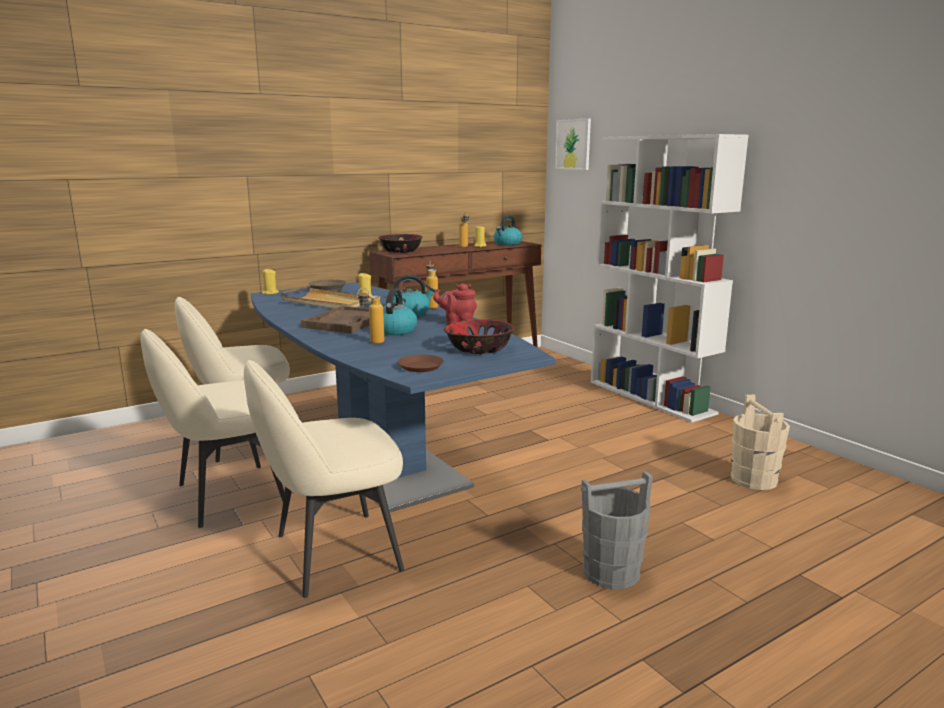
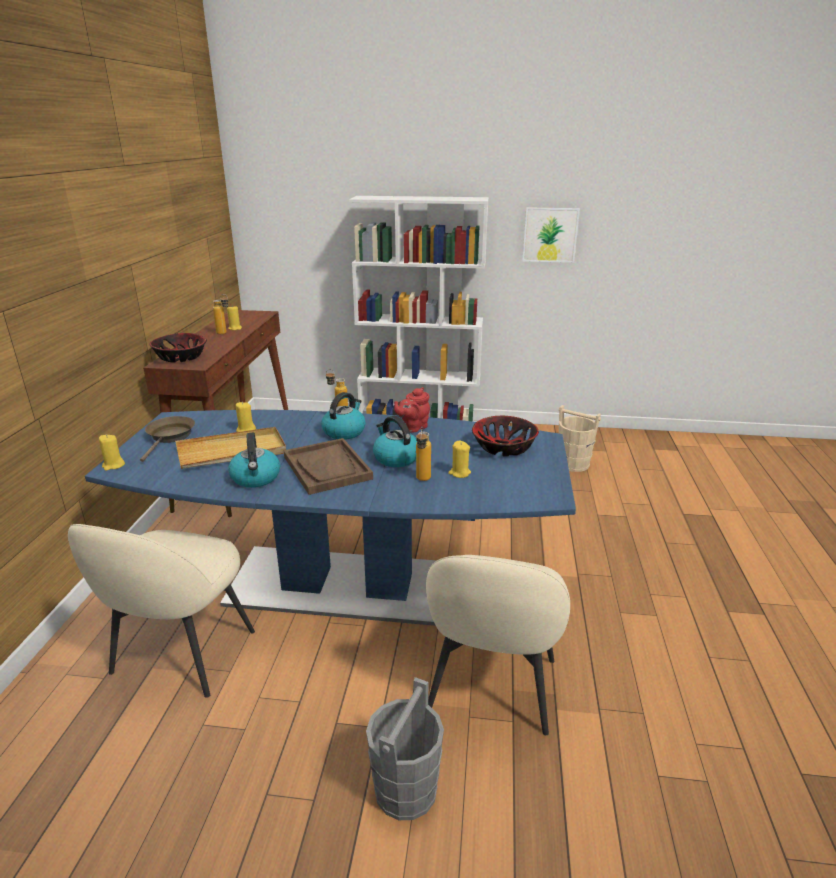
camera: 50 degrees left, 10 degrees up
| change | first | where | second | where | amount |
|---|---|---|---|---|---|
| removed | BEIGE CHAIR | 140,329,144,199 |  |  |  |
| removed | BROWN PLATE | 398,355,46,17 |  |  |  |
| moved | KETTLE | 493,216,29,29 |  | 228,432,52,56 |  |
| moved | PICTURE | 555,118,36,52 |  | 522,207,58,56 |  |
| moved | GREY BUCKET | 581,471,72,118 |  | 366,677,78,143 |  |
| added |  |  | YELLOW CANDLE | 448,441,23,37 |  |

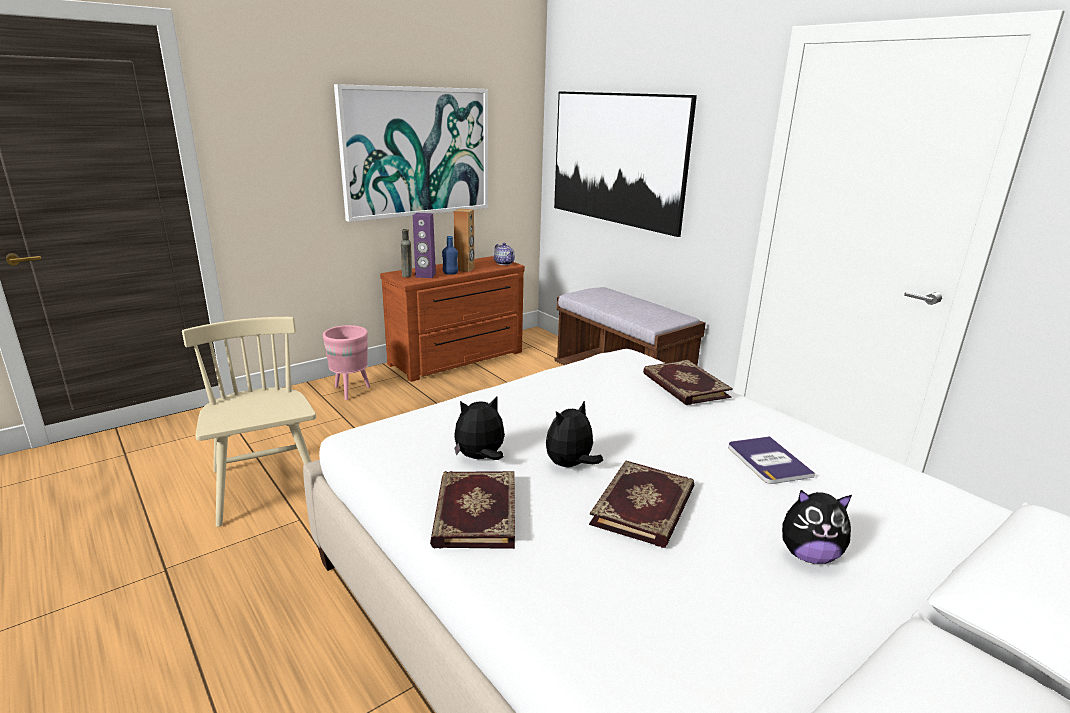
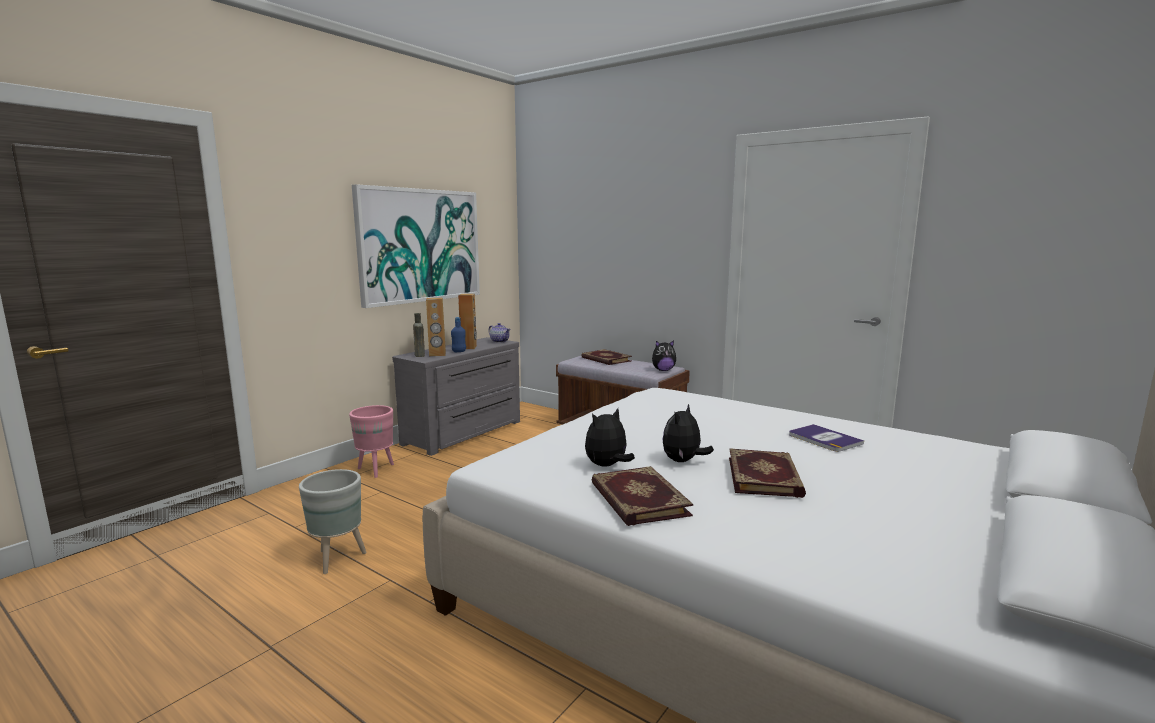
camera: 15 degrees left, 10 degrees down
| change | first | where | second | where | amount |
|---|---|---|---|---|---|
| replaced | BEIGE CHAIR | 182,317,134,210 | GREY PLANTER | 299,469,68,105 |  |
| recoloured | BROWN DRESSER | 380,256,145,126 | GREY DRESSER | 392,337,128,119 |  |
| recoloured | PURPLE SPEAKER | 413,213,23,65 | BROWN SPEAKER | 426,297,20,60 |  |
| removed | PICTURE | 554,91,143,146 |  |  |  |
| moved | BOOK | 643,360,90,45 |  | 581,349,51,16 |  |
| moved | PLUSH TOY | 782,490,70,74 |  | 652,340,24,31 |  |

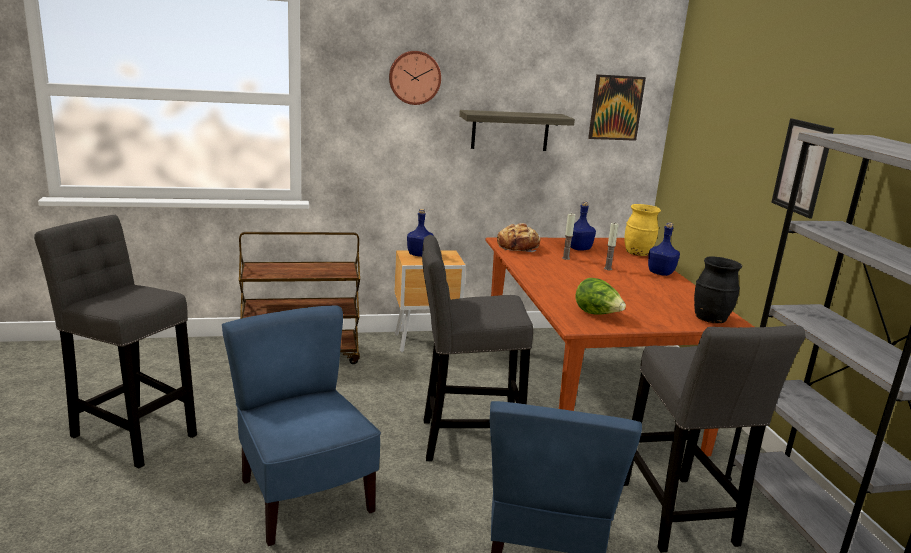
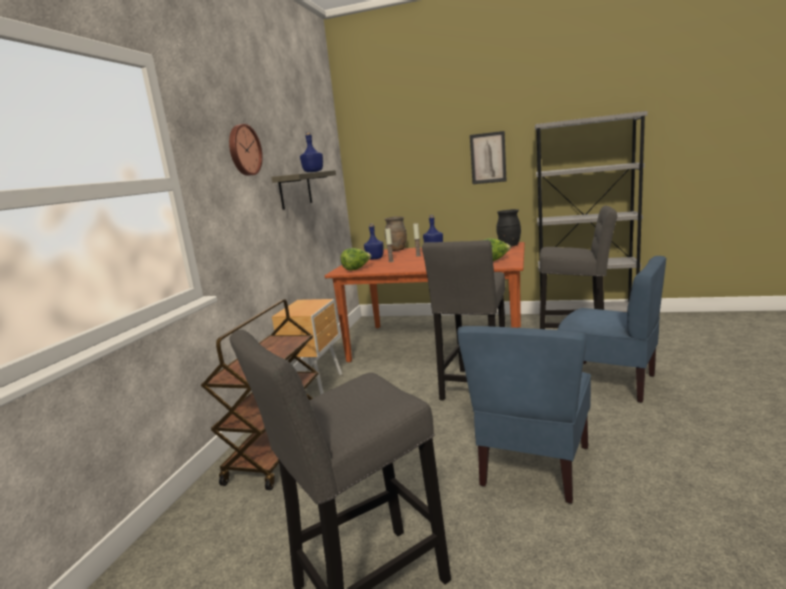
camera: 60 degrees left, 5 degrees down
| change | first | where | second | where | amount |
|---|---|---|---|---|---|
| turned | BLUE CHAIR | 222,305,159,241 |  | 457,326,134,178 | 60 degrees counterclockwise |
| moved | BLUE BOTTLE | 407,209,27,48 |  | 300,132,23,40 |  |
| replaced | BREAD | 497,223,43,29 | LETTUCE | 340,248,31,22 |  |
| removed | PICTURE | 588,74,58,67 |  |  |  |
| recoloured | YELLOW VASE | 624,204,37,52 | BROWN VASE | 385,217,22,34 |  |

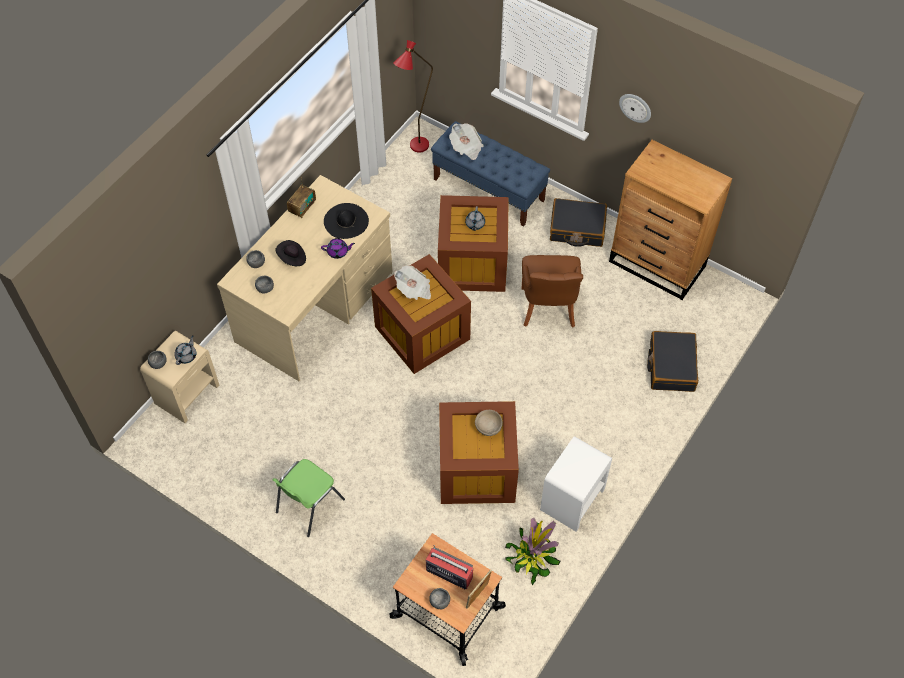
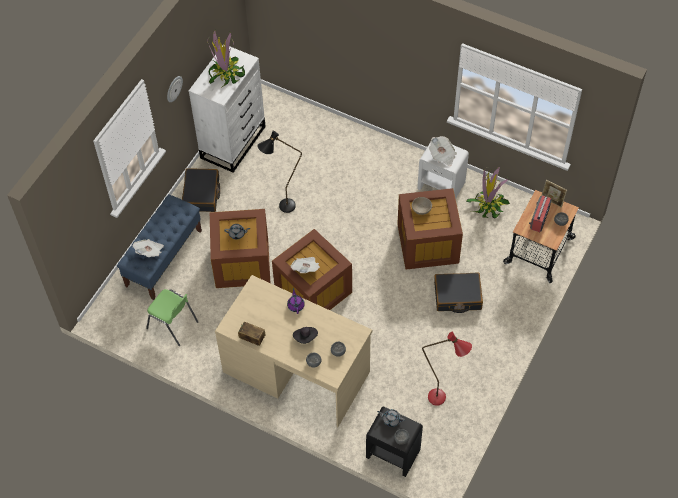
camera: 95 degrees left, 0 degrees up
| change | first | where | second | where | amount |
|---|---|---|---|---|---|
| recoloured | BEIGE NIGHTSTAND | 140,331,79,92 | BLACK NIGHTSTAND | 366,407,57,70 |  |
| moved | GREEN CHAIR | 272,459,73,78 |  | 146,289,52,57 |  |
| removed | BLACK HAT | 324,203,45,36 |  |  |  |
| moved | RED FLOOR LAMP | 393,40,40,113 |  | 422,332,50,74 |  |
| replaced | BROWN CHAIR | 522,255,61,72 | BLACK FLOOR LAMP | 257,130,45,83 |  |
| recoloured | BROWN DRESSER | 609,140,123,160 | WHITE DRESSER | 189,44,77,129 |  |
| moved | BLACK SUITCASE | 647,331,51,61 |  | 434,272,49,41 |  |
| added |  |  | POTTED PLANT | 207,30,38,58 |  |
| added |  |  | NEWSPAPER | 429,136,28,30 |  |

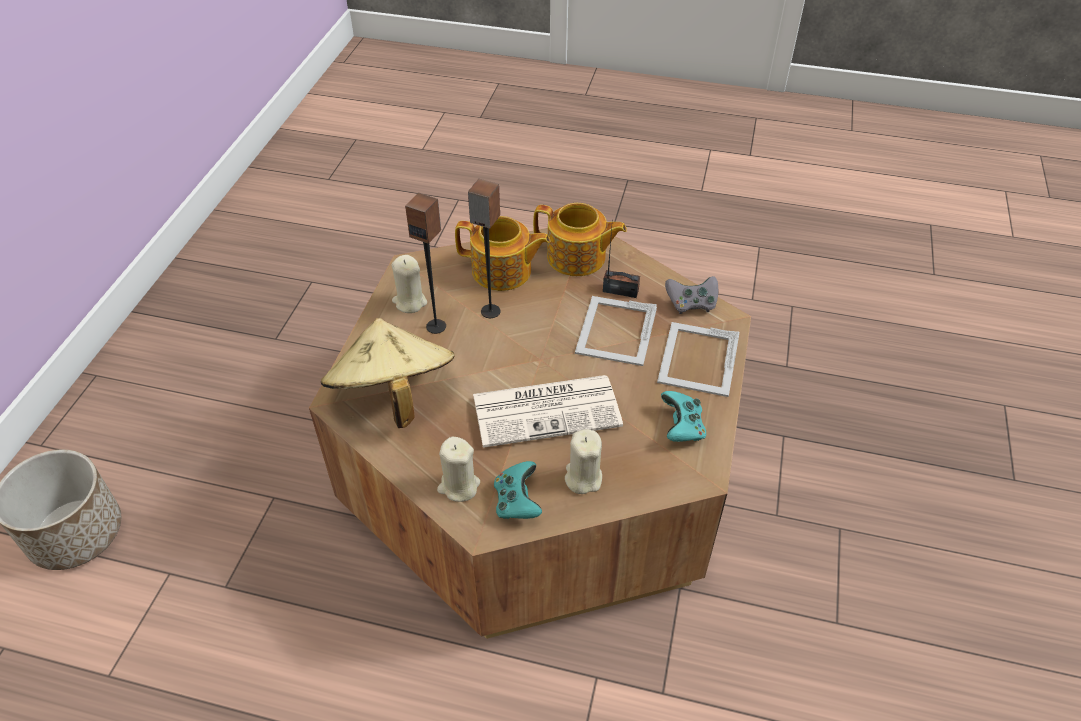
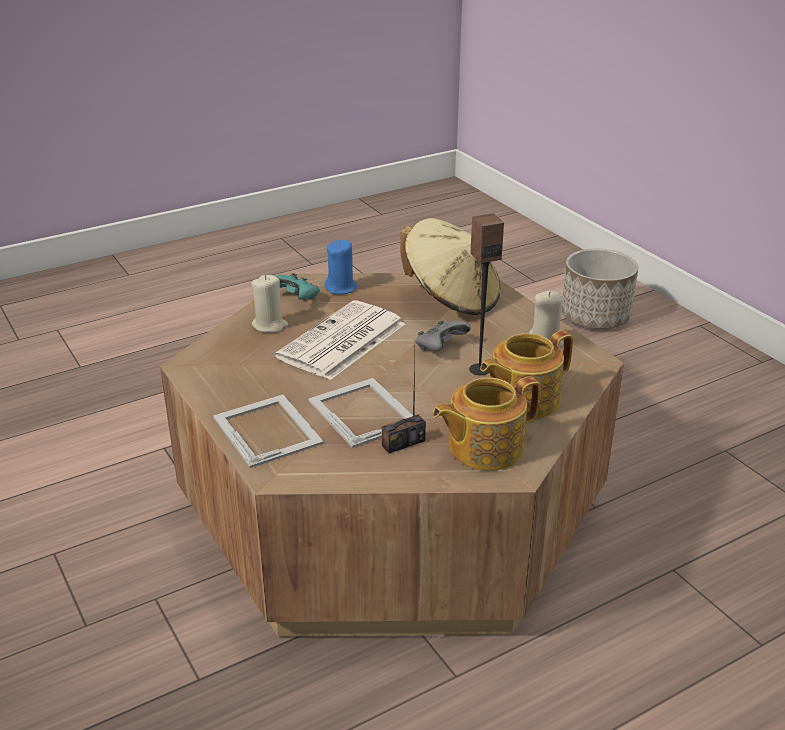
camera: 135 degrees right, 15 degrees down
| change | first | where | second | where | amount |
|---|---|---|---|---|---|
| removed | SPEAKER | 405,193,41,141 |  |  |  |
| recoloured | BEIGE CANDLE | 437,437,43,65 | BLUE CANDLE | 325,240,33,55 |  |
| removed | TURQUOISE GAME CONTROLLER | 661,391,45,51 |  |  |  |
| moved | GREY GAME CONTROLLER | 665,276,53,38 |  | 415,321,56,30 |  |

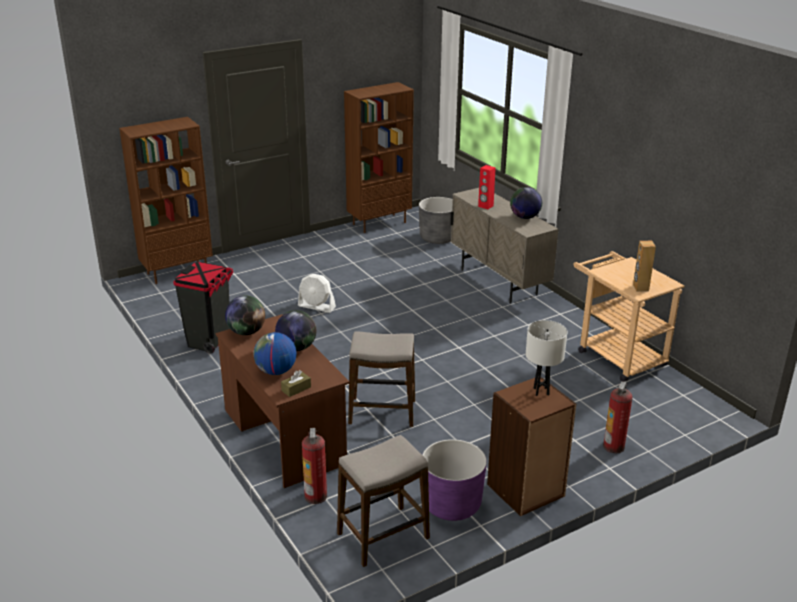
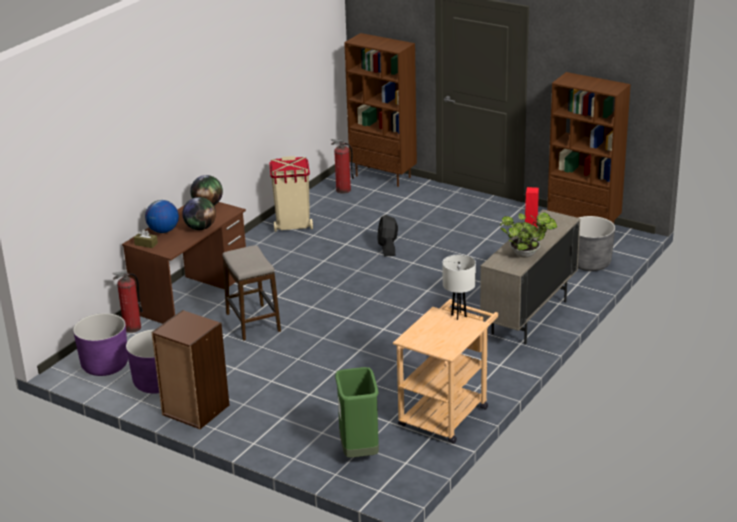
camera: 65 degrees right, 0 degrees up
| change | first | where | second | where | amount |
|---|---|---|---|---|---|
| recoloured | BLACK TRASH CAN | 173,262,60,92 | BEIGE TRASH CAN | 269,156,44,76 |  |
| recoloured | WHITE FAN | 298,274,38,39 | BLACK FAN | 377,215,21,42 |  |
| replaced | STOOL | 337,435,93,132 | PURPLE PLANTER | 73,313,55,63 |  |
| replaced | GLOBE | 510,187,32,32 | POTTED PLANT | 500,212,57,46 |  |
| moved | WHITE TABLE LAMP | 526,320,41,76 |  | 442,254,34,66 |  |
| moved | FIRE EXTINGUISHER | 603,381,30,73 |  | 331,139,23,55 |  |
| removed | BROWN SPEAKER | 633,241,23,50 |  |  |  |
| added |  |  | GREEN TRASH CAN | 335,367,44,91 |  |

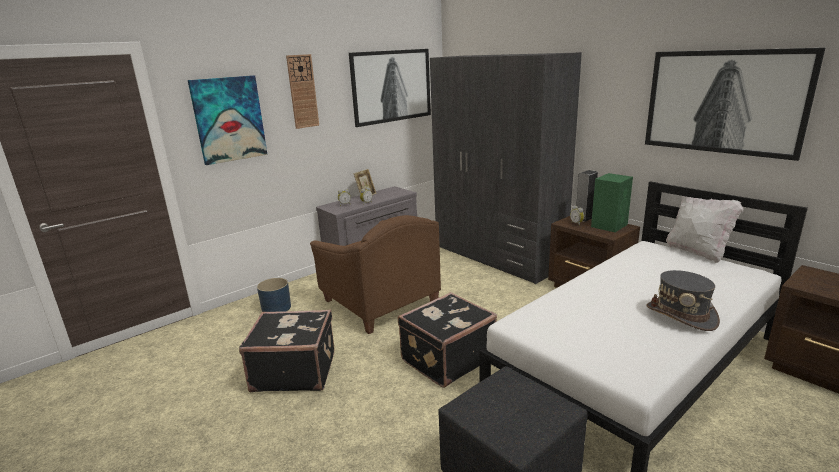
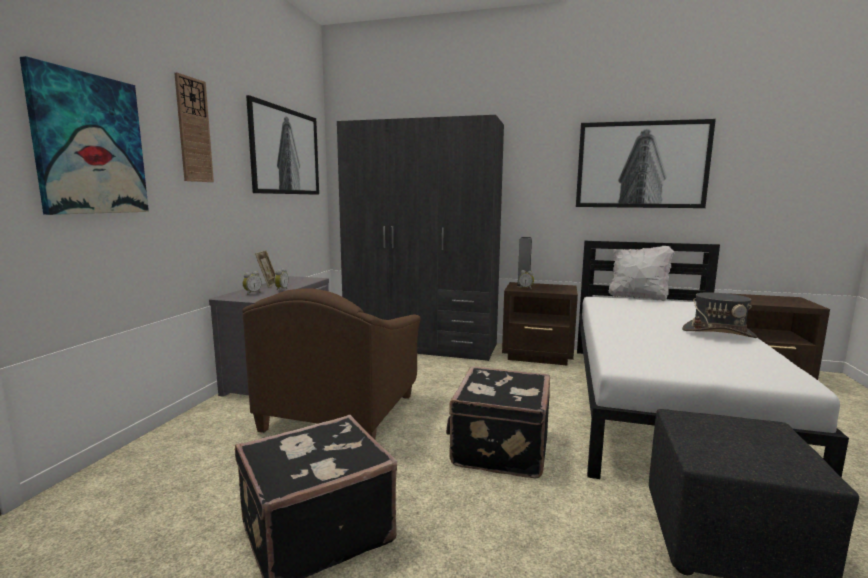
camera: 35 degrees left, 10 degrees down
| change | first | where | second | where | amount |
|---|---|---|---|---|---|
| removed | BLUE PLANTER | 257,278,34,34 |  |  |  |
| turned | BROWN ARMCHAIR | 310,215,131,119 |  | 242,288,179,151 | 90 degrees clockwise |
| removed | GREEN SPEAKER | 591,173,42,59 |  |  |  |

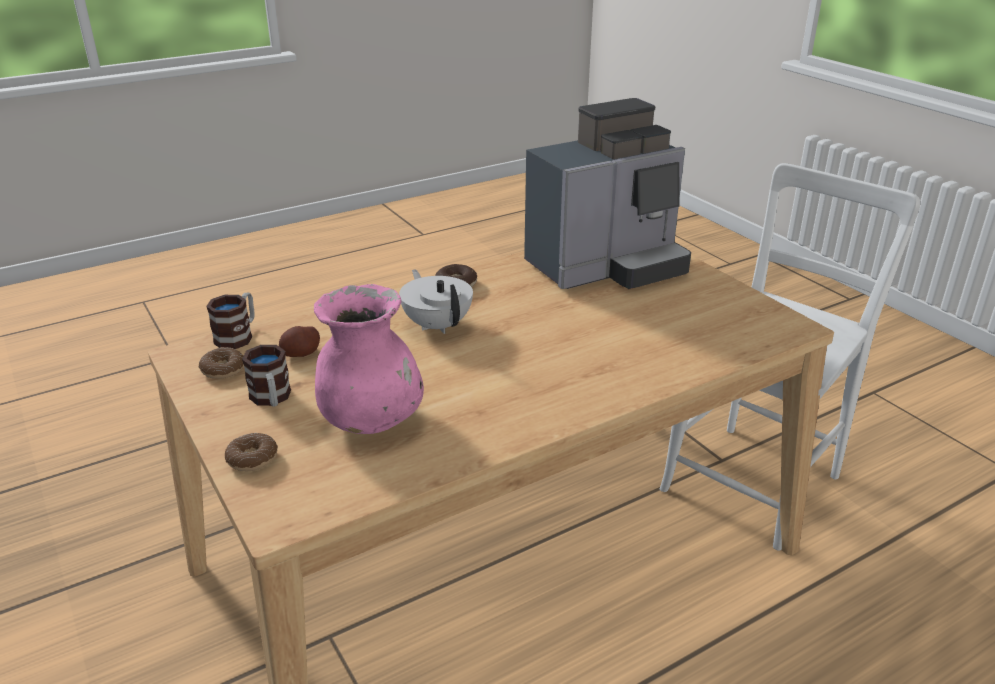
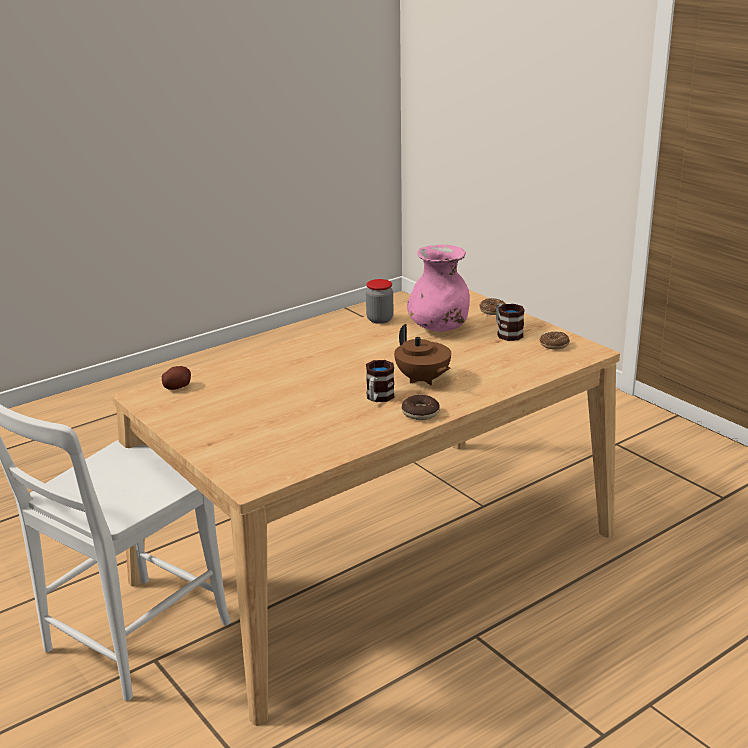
camera: 175 degrees right, 5 degrees down
| change | first | where | second | where | amount |
|---|---|---|---|---|---|
| moved | MUG | 206,293,49,56 |  | 366,360,29,42 |  |
| moved | POTATO | 279,326,41,31 |  | 162,366,29,24 |  |
| recoloured | WHITE TEAPOT | 399,270,74,64 | BROWN TEAPOT | 394,324,57,61 |  |
| removed | COFFEE MACHINE | 524,98,167,191 |  |  |  |
| added |  |  | JAR | 366,279,27,45 |  |

